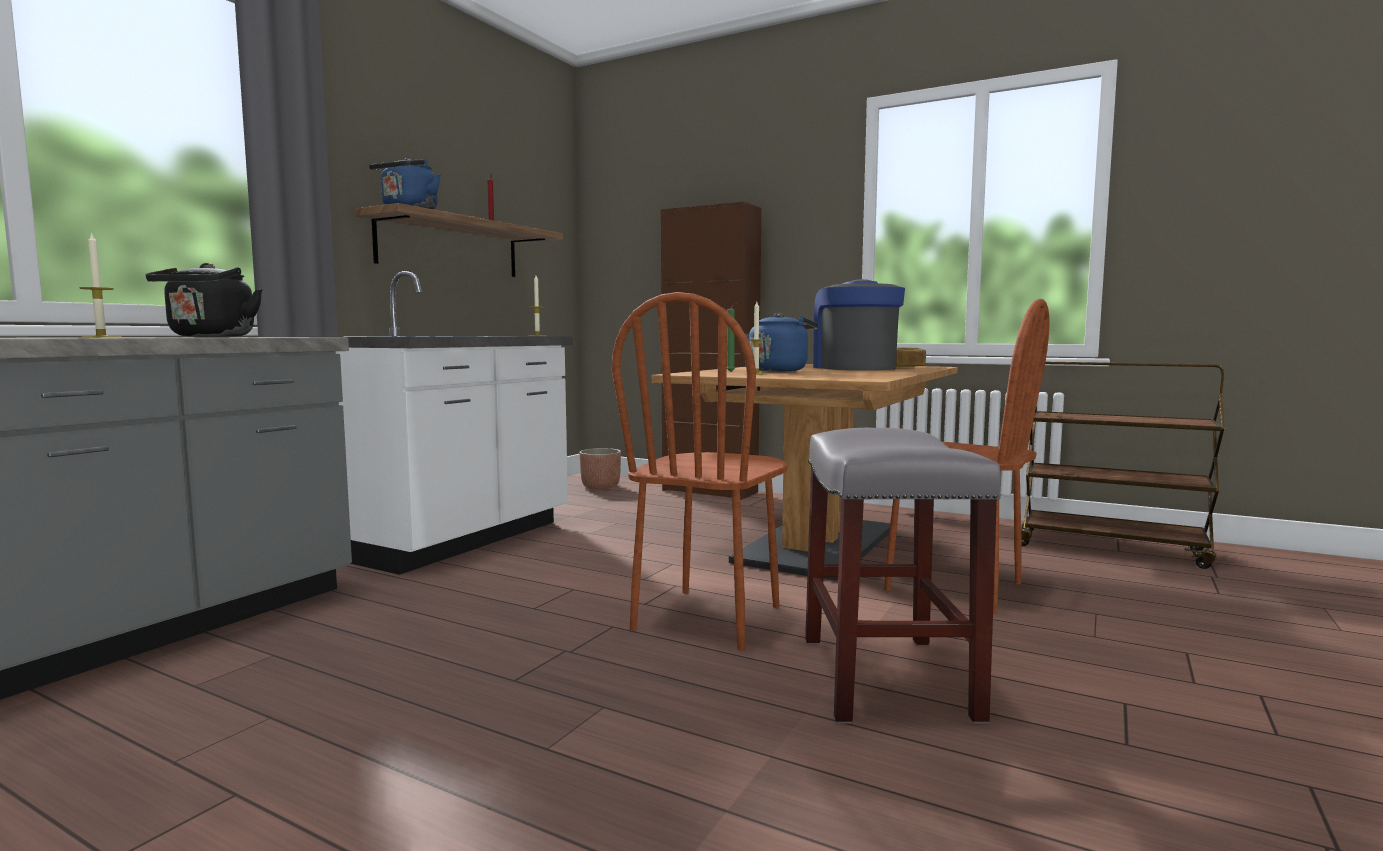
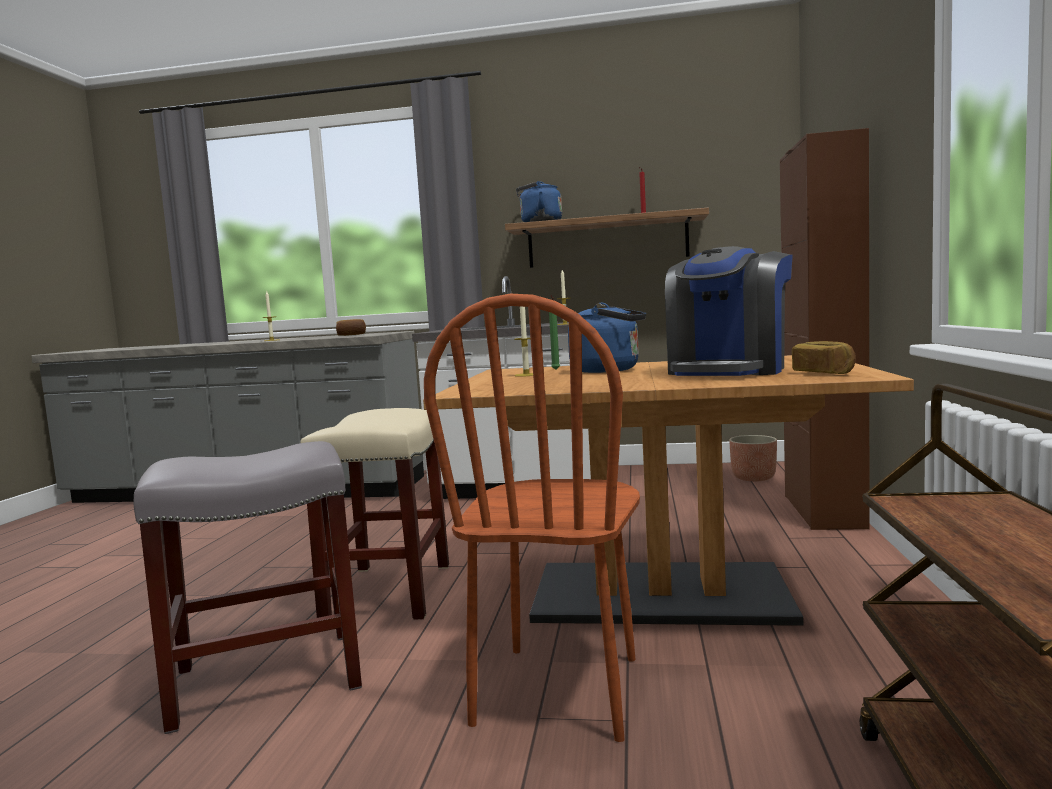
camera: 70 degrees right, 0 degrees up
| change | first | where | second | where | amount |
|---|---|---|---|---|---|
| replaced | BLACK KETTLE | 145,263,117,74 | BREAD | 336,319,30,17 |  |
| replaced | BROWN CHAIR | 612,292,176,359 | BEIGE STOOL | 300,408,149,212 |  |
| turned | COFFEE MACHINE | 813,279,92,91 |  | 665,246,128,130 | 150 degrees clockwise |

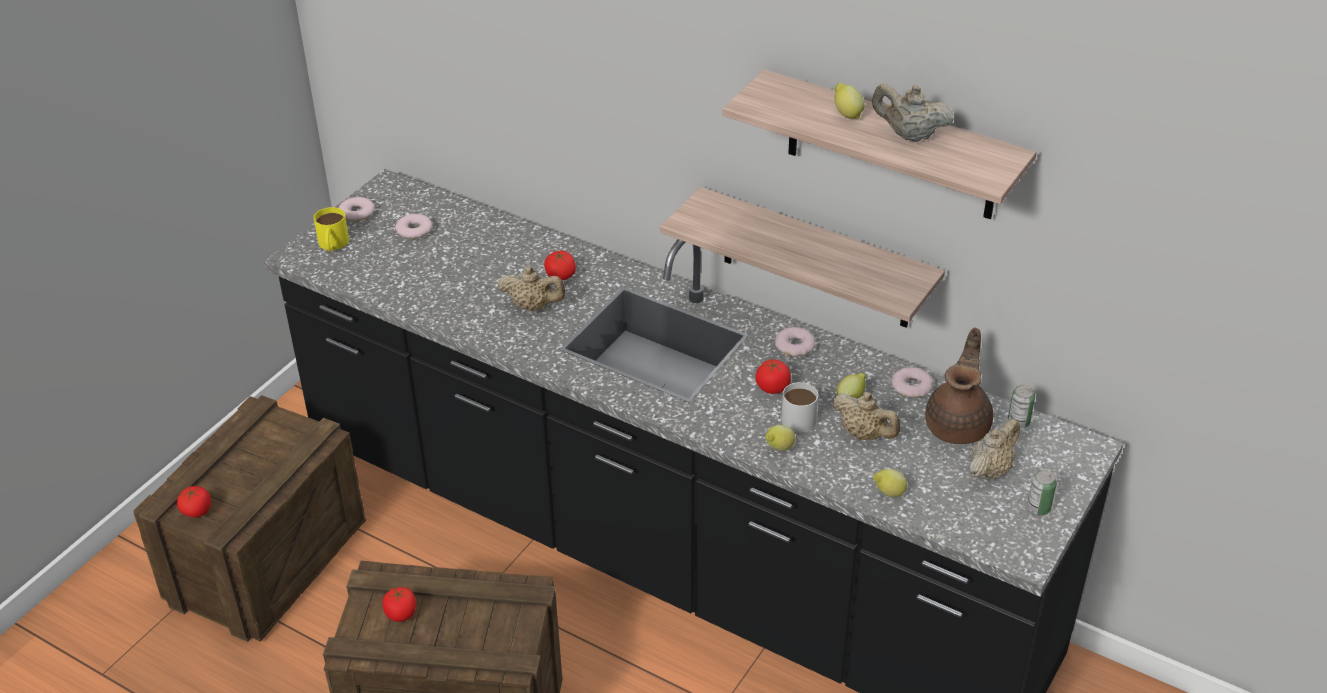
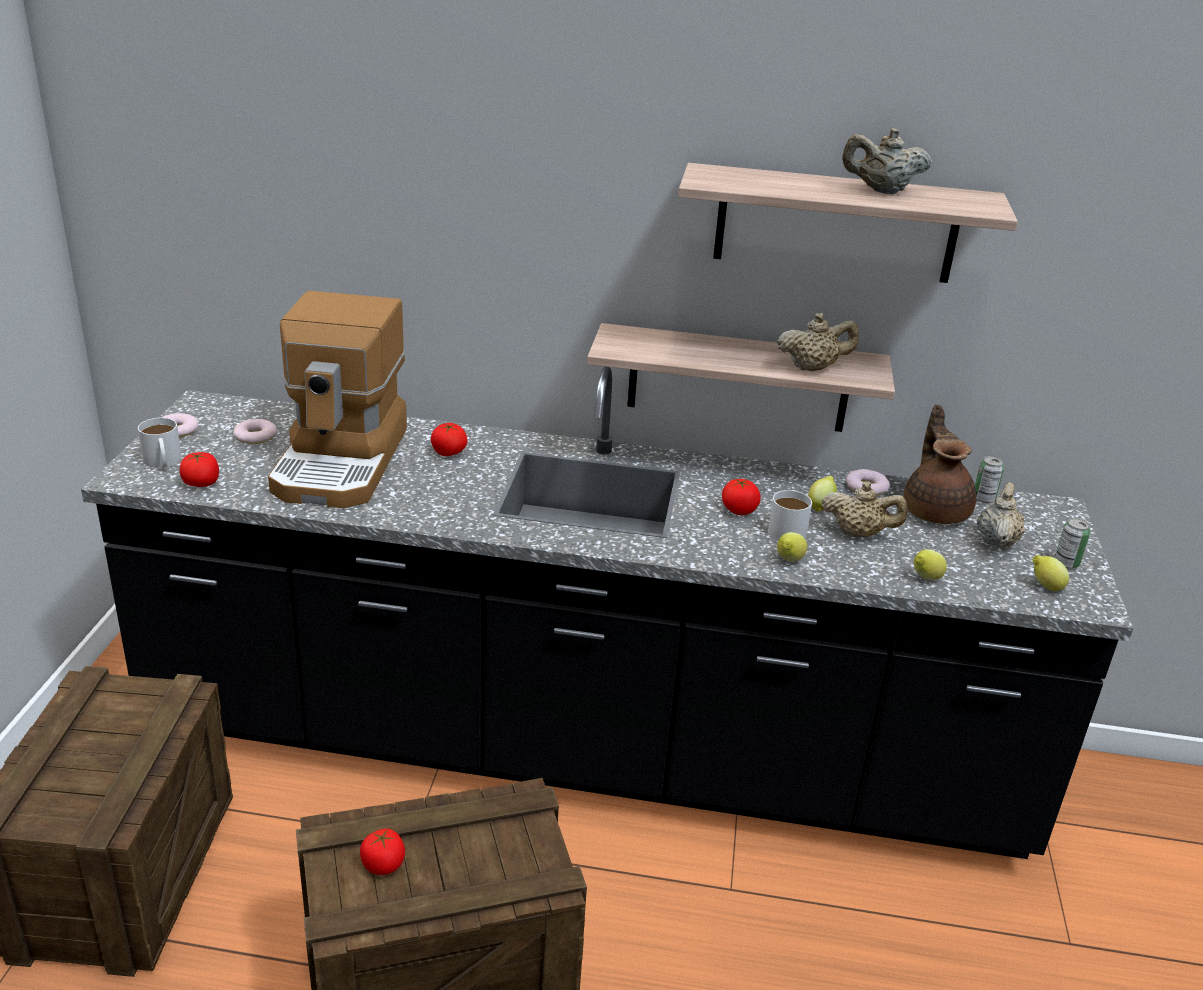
camera: 25 degrees left, 10 degrees down
| change | first | where | second | where | amount |
|---|---|---|---|---|---|
| moved | TOMATO | 177,486,34,31 |  | 179,452,40,35 |  |
| recoloured | YELLOW MUG | 314,207,35,44 | WHITE MUG | 138,418,44,50 |  |
| moved | BEIGE TEAPOT | 497,266,69,45 |  | 777,313,82,58 |  |
| removed | DONUT | 775,327,40,29 |  |  |  |
| moved | LEMON | 834,83,30,36 |  | 1032,555,37,36 |  |
| added |  |  | COFFEE MACHINE | 268,291,139,217 |  |

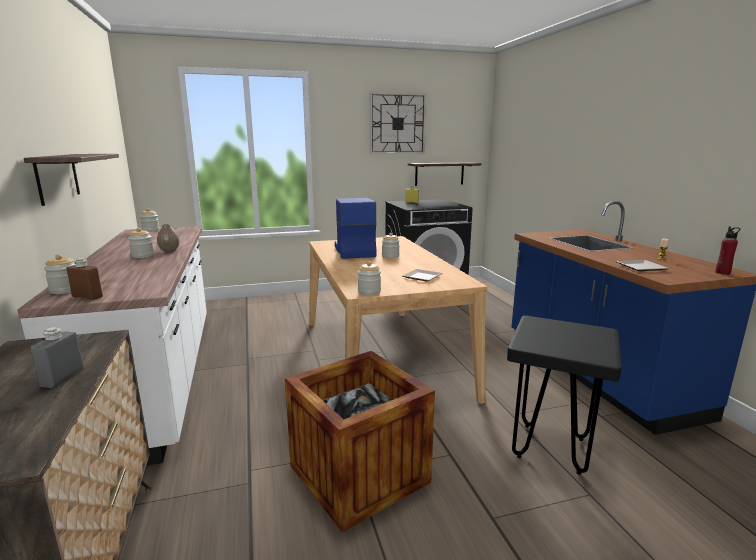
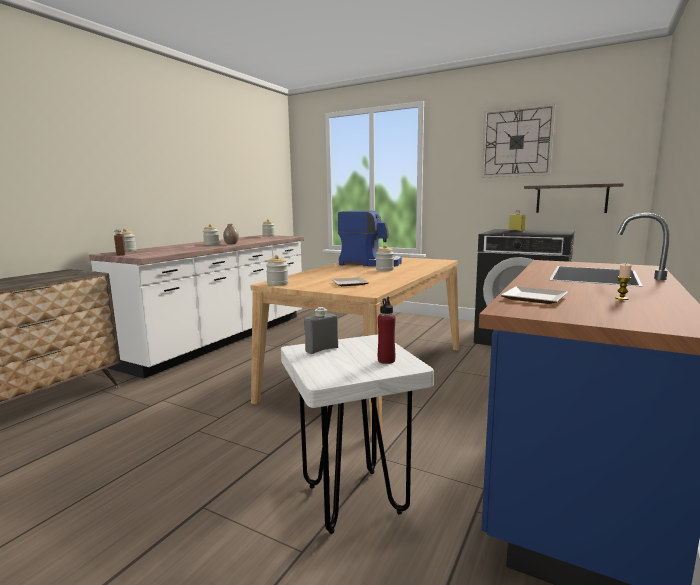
camera: 45 degrees right, 5 degrees down
| change | first | where | second | where | amount |
|---|---|---|---|---|---|
| removed | SHELF | 24,154,95,52 |  |  |  |
| moved | GREY BOTTLE | 30,327,54,61 |  | 304,307,34,47 |  |
| removed | CRATE | 285,351,150,181 |  |  |  |
| turned | COFFEE MACHINE | 335,198,42,61 |  | 338,211,64,56 | 75 degrees clockwise |
| recoloured | BLACK STOOL | 507,315,115,160 | WHITE STOOL | 281,334,153,200 |  |
| moved | RED BOTTLE | 715,226,25,49 |  | 378,297,18,67 |  |

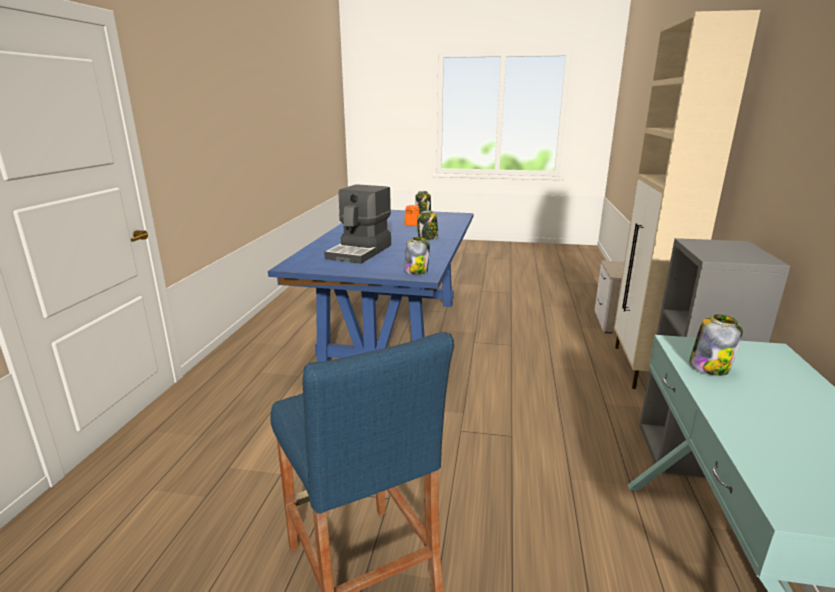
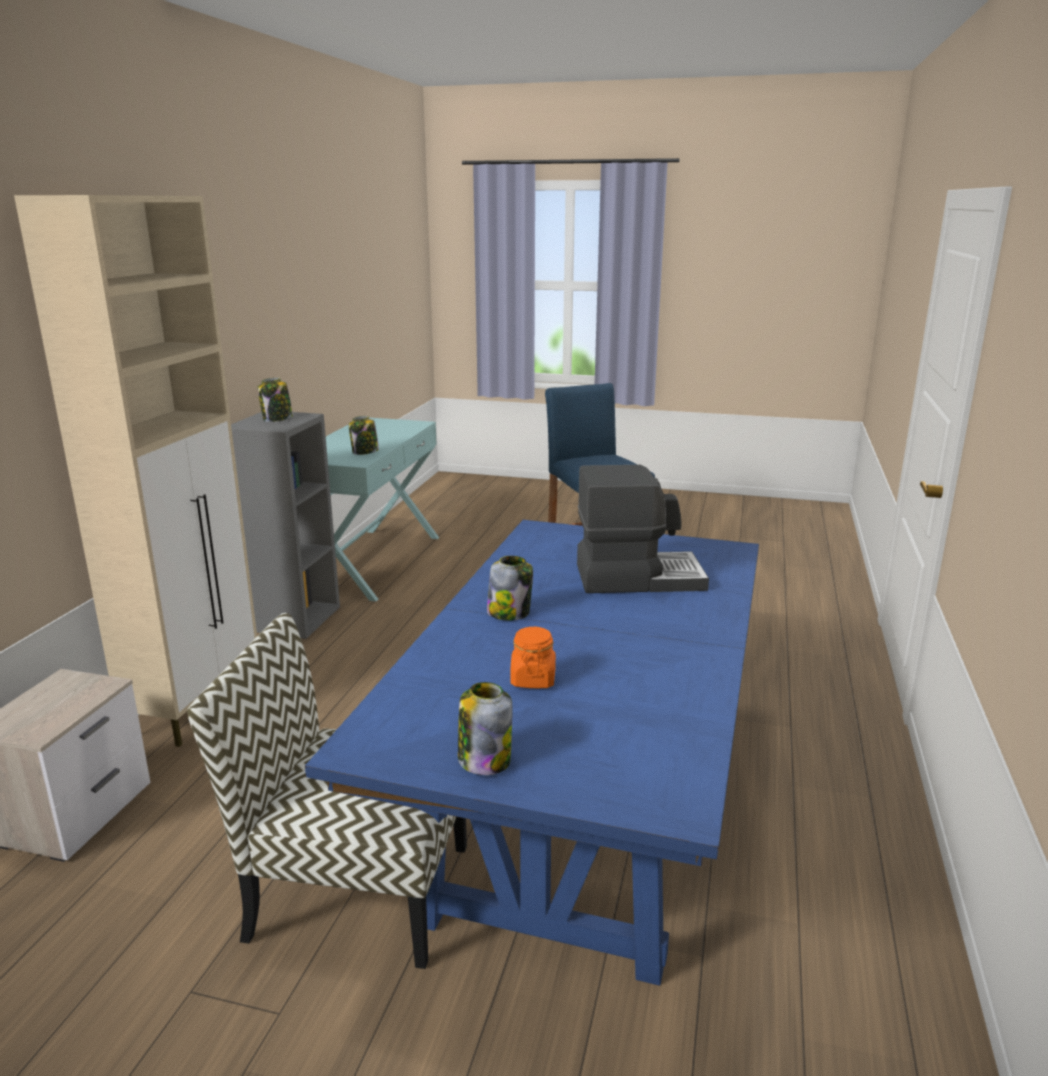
camera: 175 degrees left, 0 degrees up
| change | first | where | second | where | amount |
|---|---|---|---|---|---|
| turned | COFFEE MACHINE | 324,184,67,80 |  | 577,465,132,128 | 60 degrees clockwise |
| moved | JAR | 404,237,26,37 |  | 257,378,36,44 |  |
| added |  |  | CHAIR | 187,613,280,356 |  |

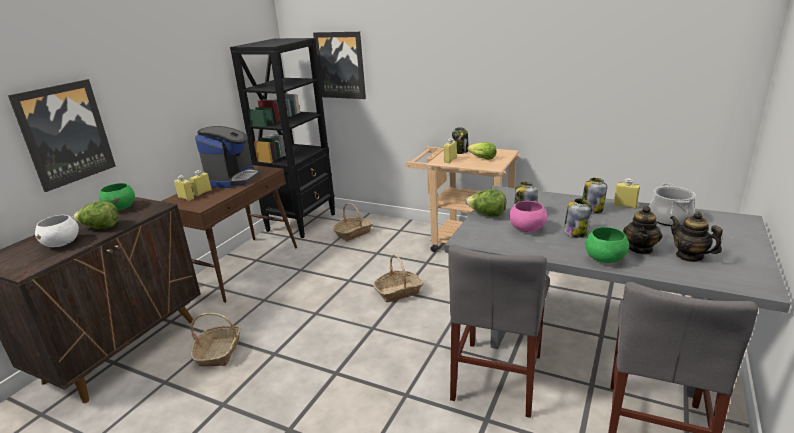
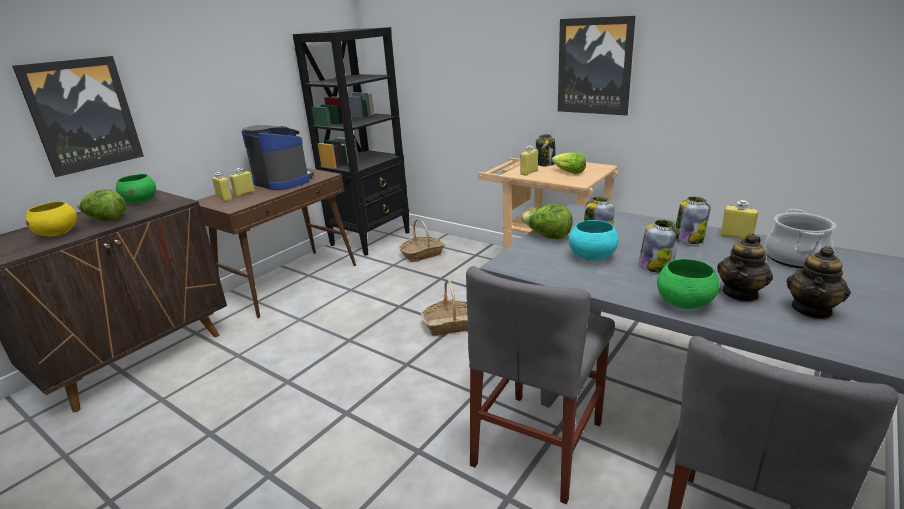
camera: 10 degrees right, 0 degrees up
| change | first | where | second | where | amount |
|---|---|---|---|---|---|
| recoloured | WHITE BOWL | 35,215,44,32 | YELLOW BOWL | 26,201,51,35 |  |
| removed | BASKET | 190,313,51,54 |  |  |  |
| turned | COFFEE MACHINE | 195,126,65,62 |  | 242,125,72,65 | 75 degrees counterclockwise |
| moved | PICTURE | 313,32,53,67 |  | 558,16,77,99 |  |
| recoloured | PINK BOWL | 509,201,38,31 | TURQUOISE BOWL | 569,220,49,41 |  |
| turned | TEAPOT | 670,212,53,50 |  | 786,246,65,73 | 120 degrees counterclockwise |

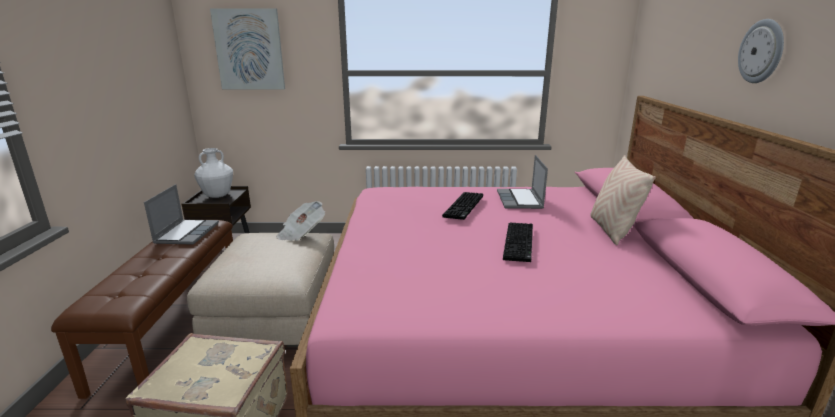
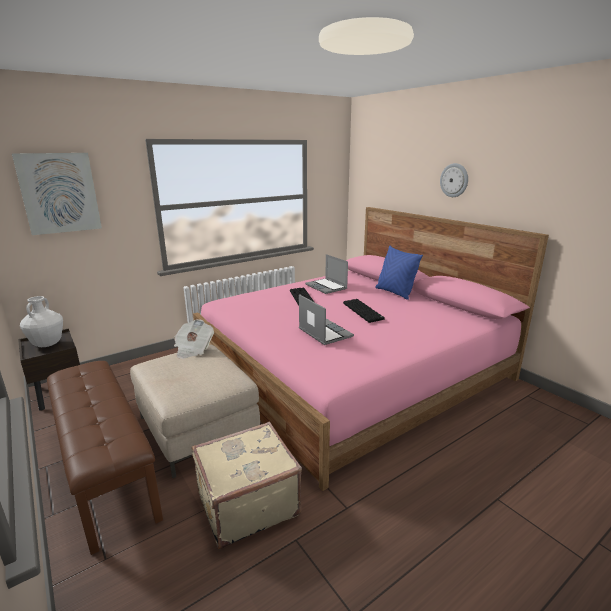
camera: 35 degrees left, 0 degrees up
| change | first | where | second | where | amount |
|---|---|---|---|---|---|
| moved | LAPTOP | 144,184,75,61 |  | 299,294,55,51 |  |
| recoloured | BEIGE PILLOW | 590,155,66,90 | BLUE PILLOW | 375,246,48,54 |  |

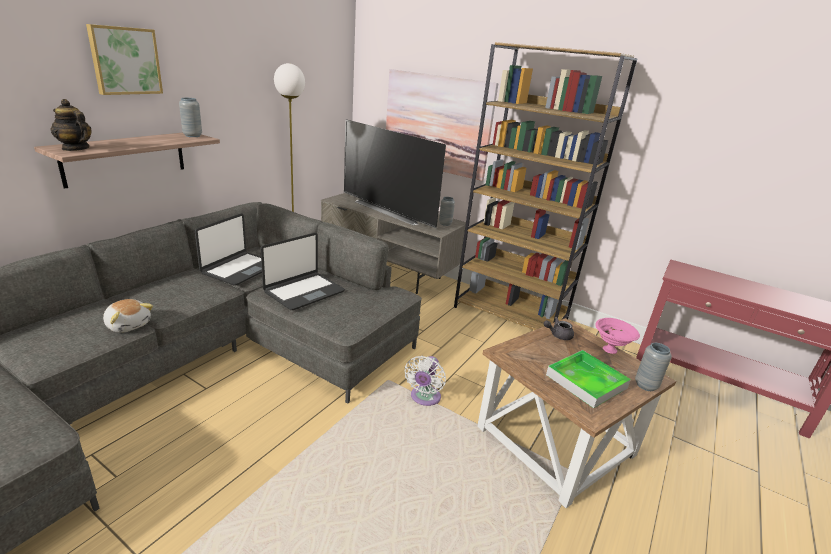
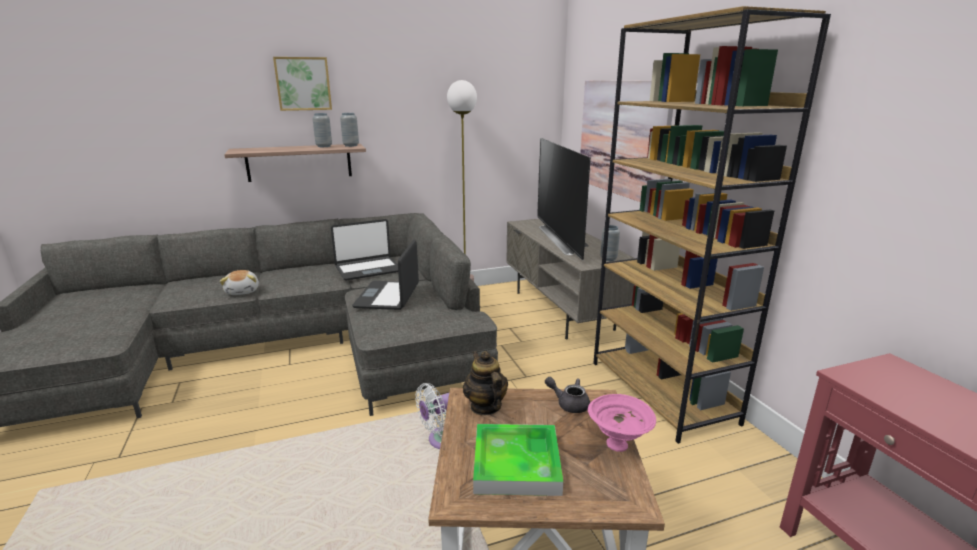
camera: 40 degrees right, 5 degrees down
| change | first | where | second | where | amount |
|---|---|---|---|---|---|
| moved | TEAPOT | 51,99,41,52 |  | 463,351,45,65 |  |
| turned | LAPTOP | 261,233,84,77 |  | 352,240,67,70 | 105 degrees clockwise |
| moved | GREY VASE | 635,343,37,48 |  | 312,113,20,34 |  |

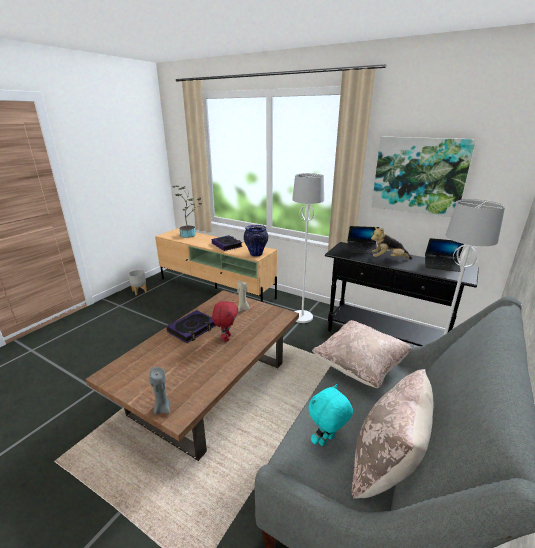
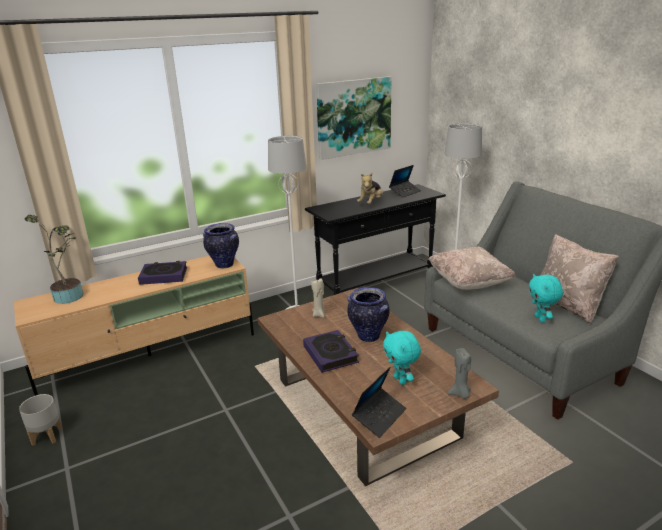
camera: 60 degrees left, 0 degrees up
| change | first | where | second | where | amount |
|---|---|---|---|---|---|
| replaced | RED PLUSH TOY | 212,300,26,41 | VASE | 347,287,43,55 |  |
| moved | LAPTOP | 348,226,31,28 |  | 352,367,54,71 |  |
| added |  |  | TURQUOISE PLUSH TOY | 383,331,38,54 |  |

